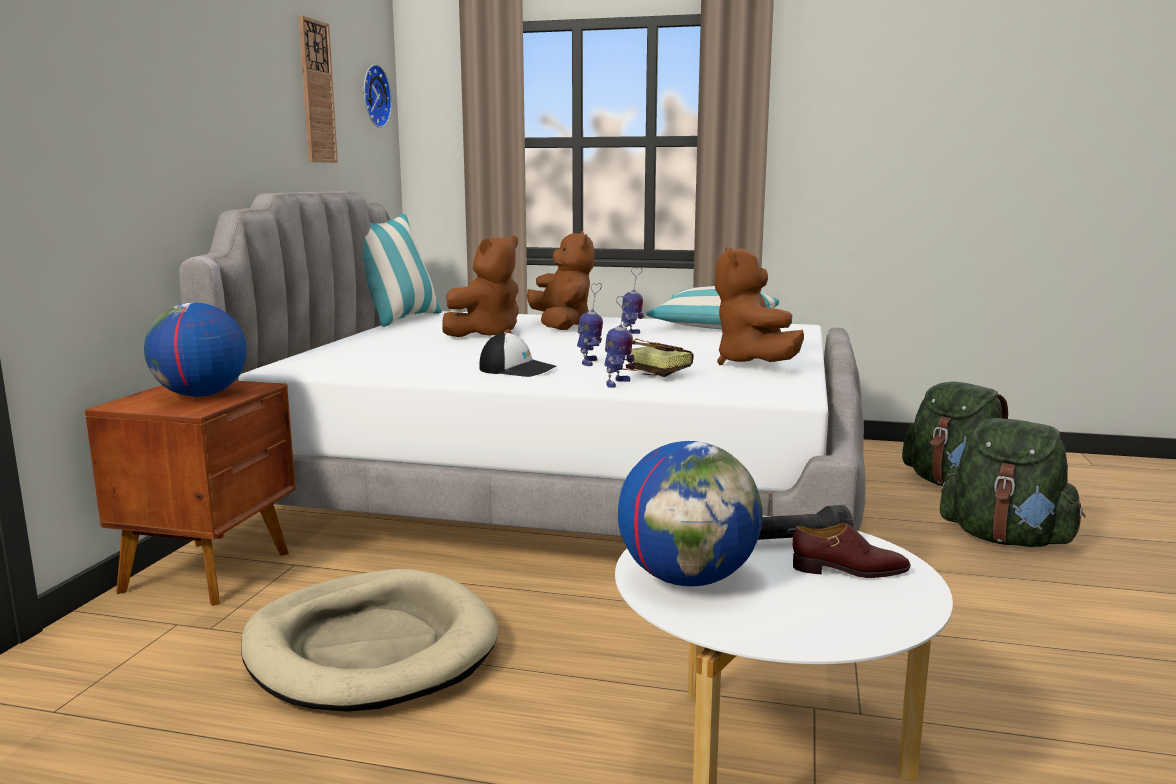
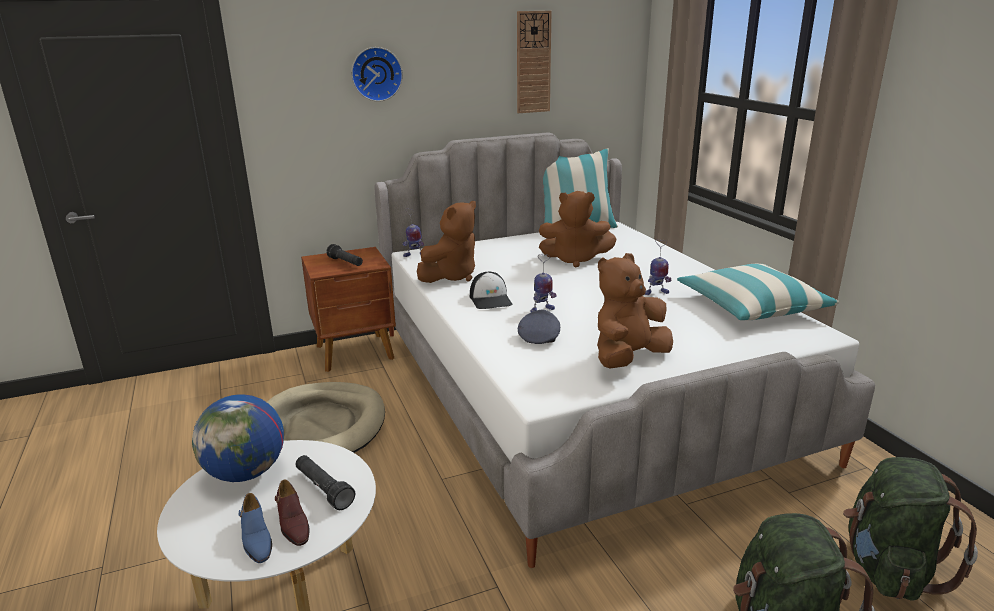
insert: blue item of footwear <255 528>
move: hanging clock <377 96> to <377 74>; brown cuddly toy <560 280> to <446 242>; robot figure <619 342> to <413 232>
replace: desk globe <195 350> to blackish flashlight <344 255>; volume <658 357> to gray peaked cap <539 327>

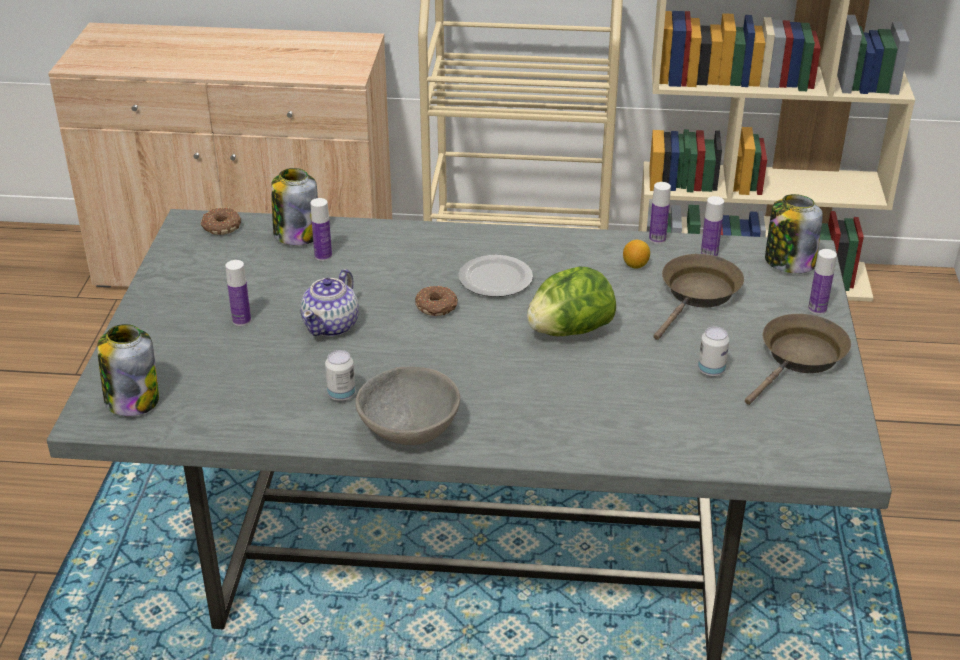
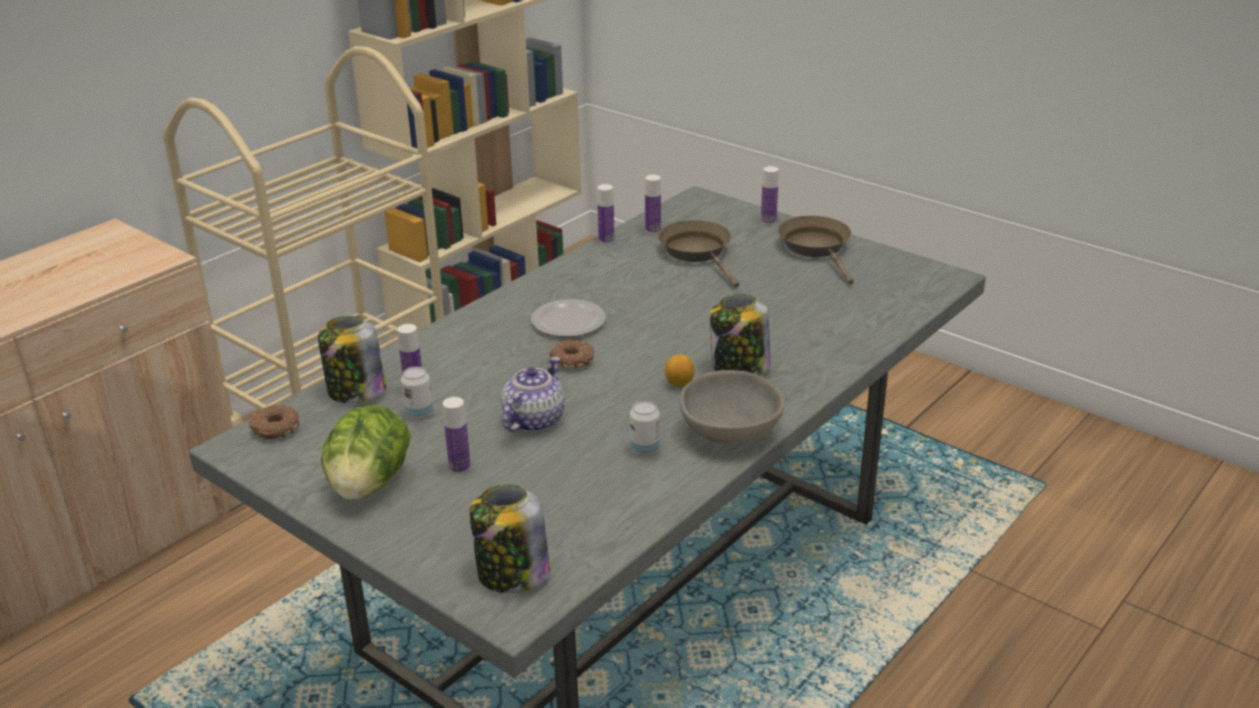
move: lettuce <571 301> to <366 452>; lemon <636 254> to <679 371>; sealed can <713 352> to <417 392>; jar <794 233> to <740 335>
rotate: pot for tea <329 303> = <533 394> 120 degrees counterclockwise

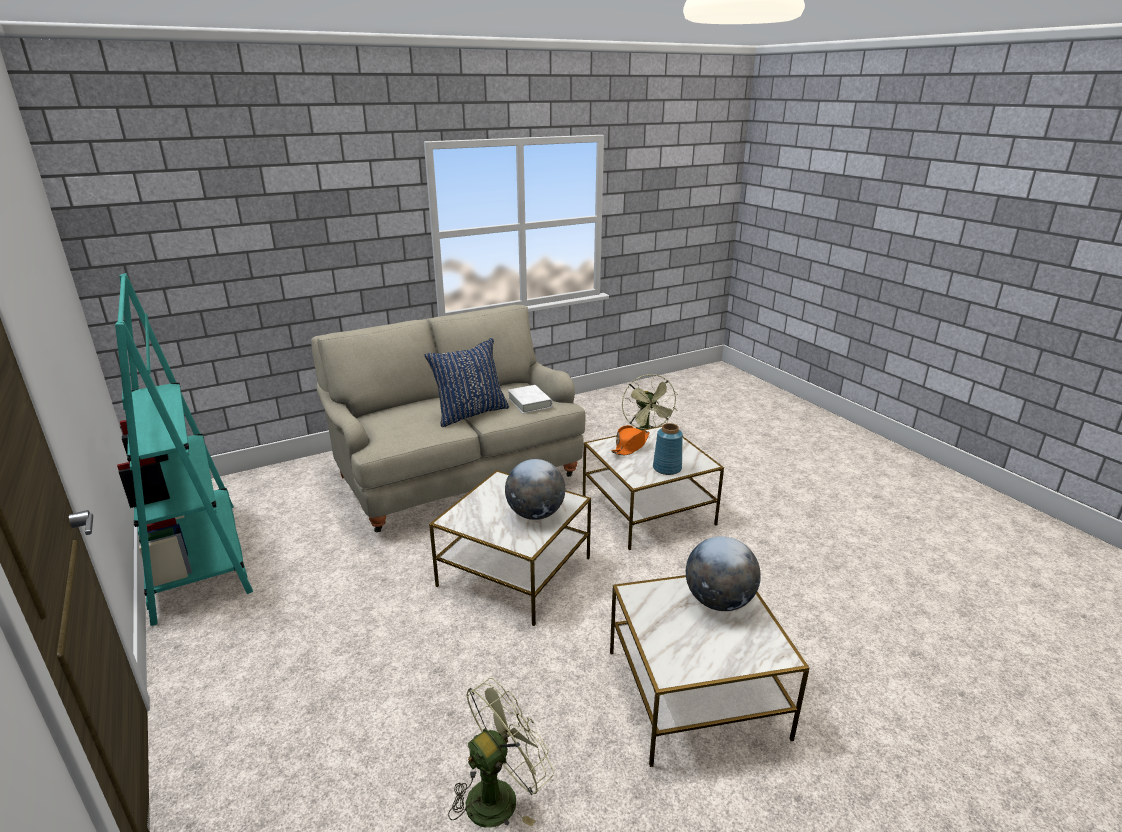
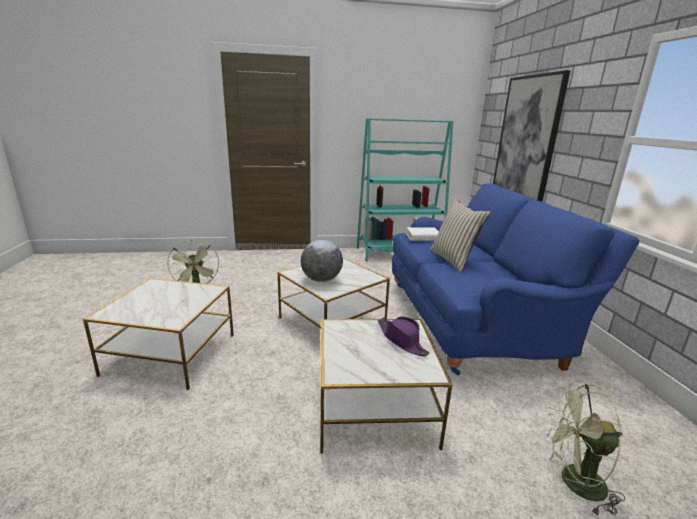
delete: blue decorative vase <668 449>; desk globe <723 573>
insert: picture <532 136>
move: whitish volume <530 399> to <422 234>
recolor: beige-coloured sofa <448 419> to blue sofa <516 279>; blue pillow <466 382> to beige-coloured pillow <460 235>; orangey hat <630 440> to purple-coloured hat <404 337>

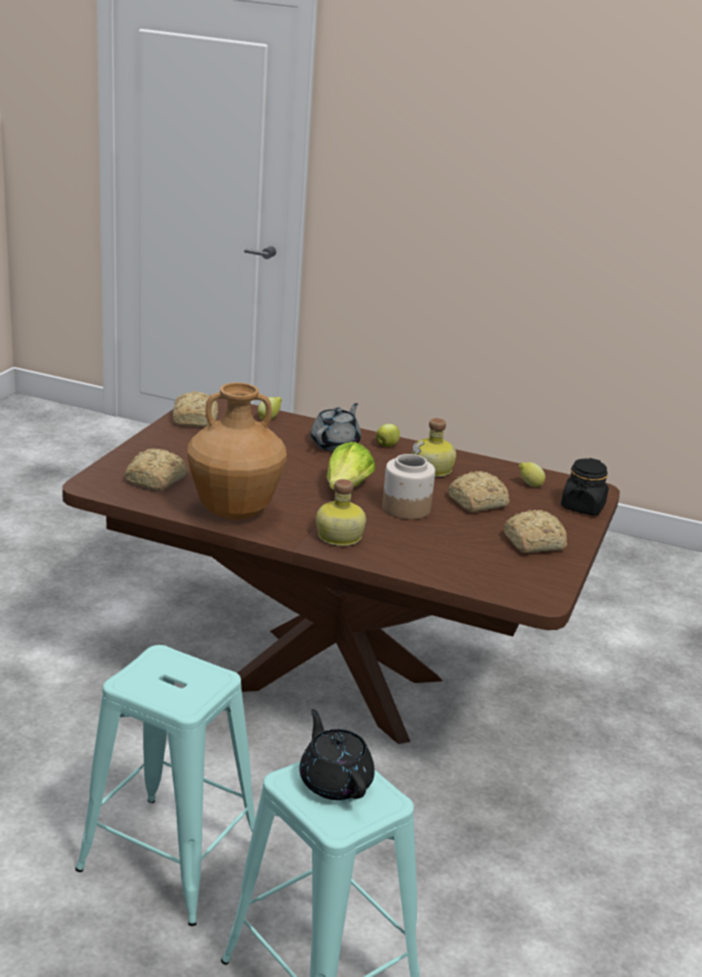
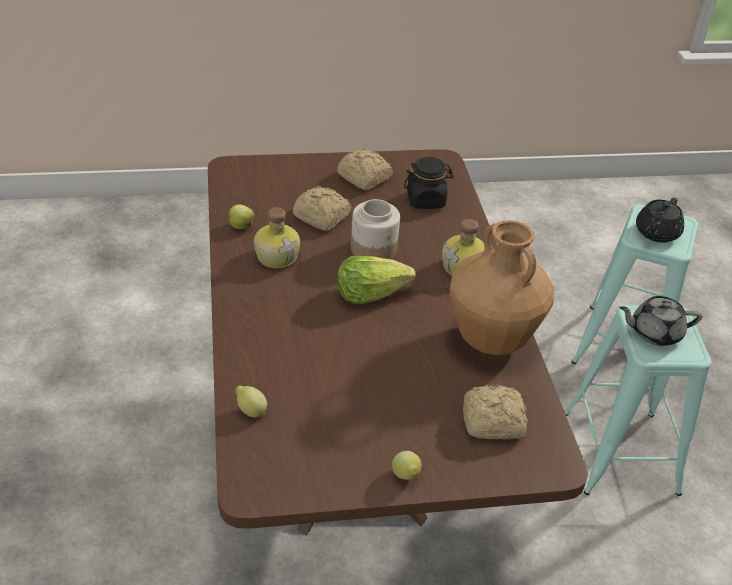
delete: baked bread <195 409>
move: gray pot for tea <335 427> to <660 321>; apple fruit <388 435> to <241 217>; lemon <532 474> to <406 465>; blackish jar <584 486> to <429 183>

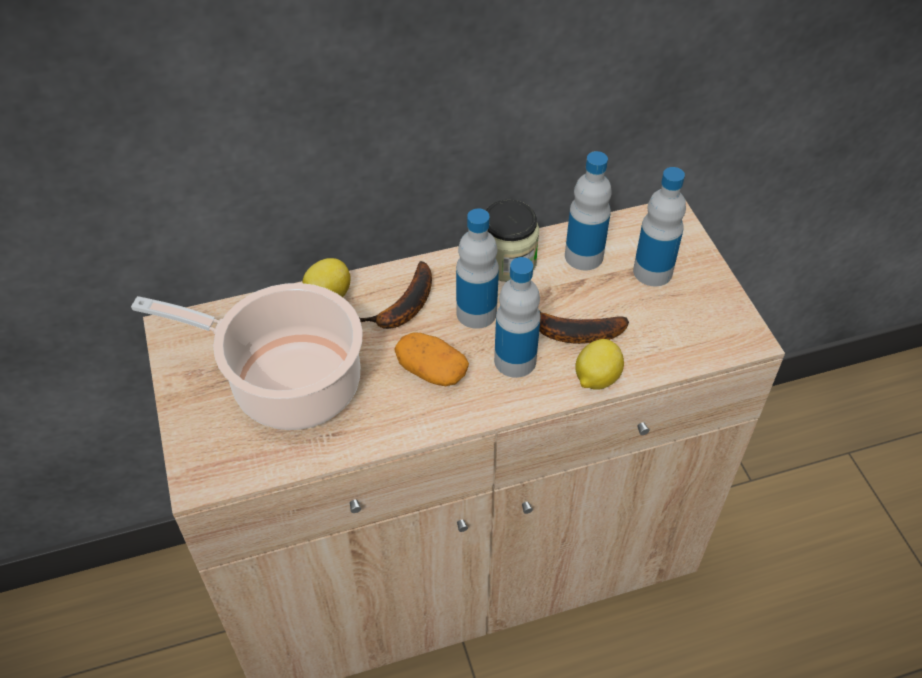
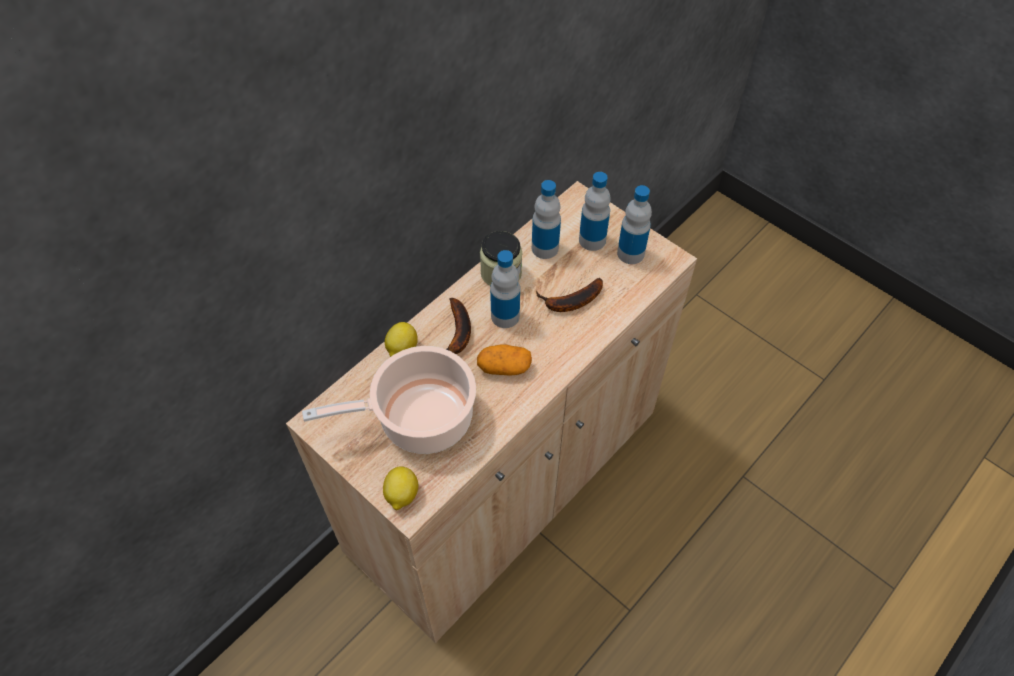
move: bottle <517 317> to <634 224>; lemon <599 364> to <401 488>

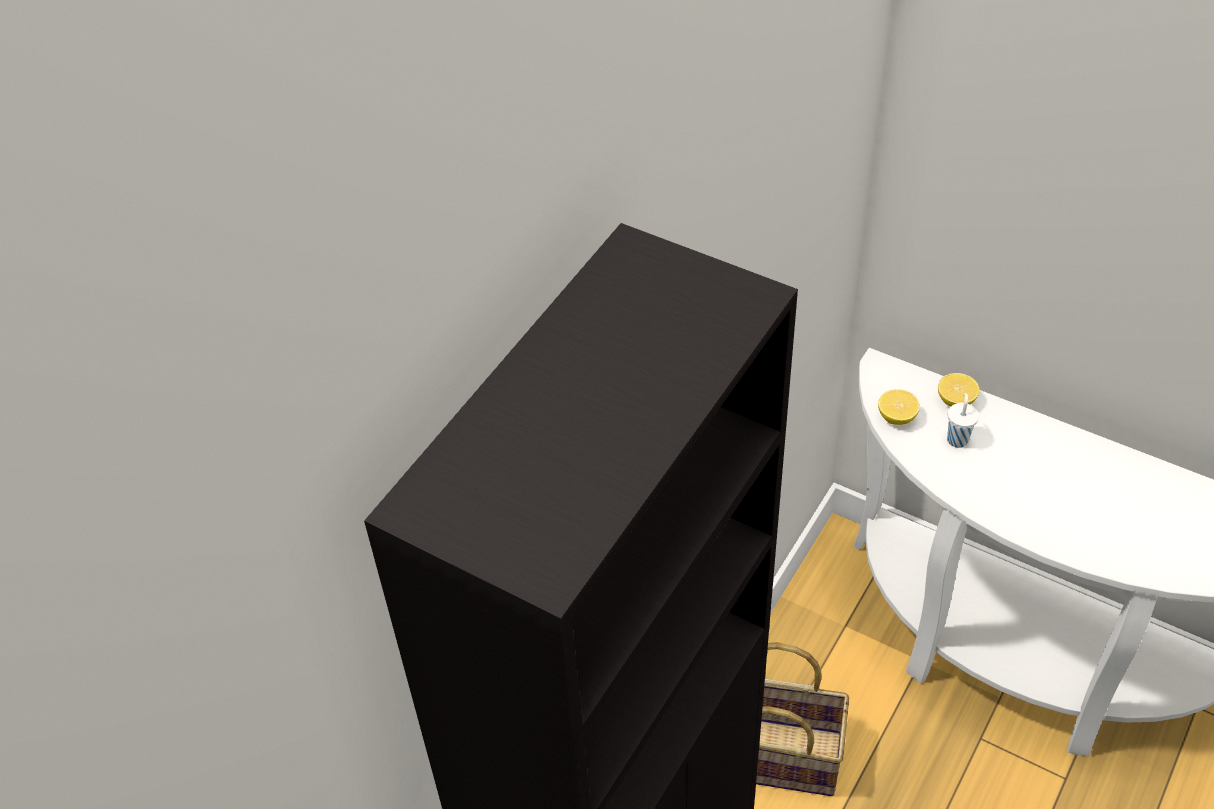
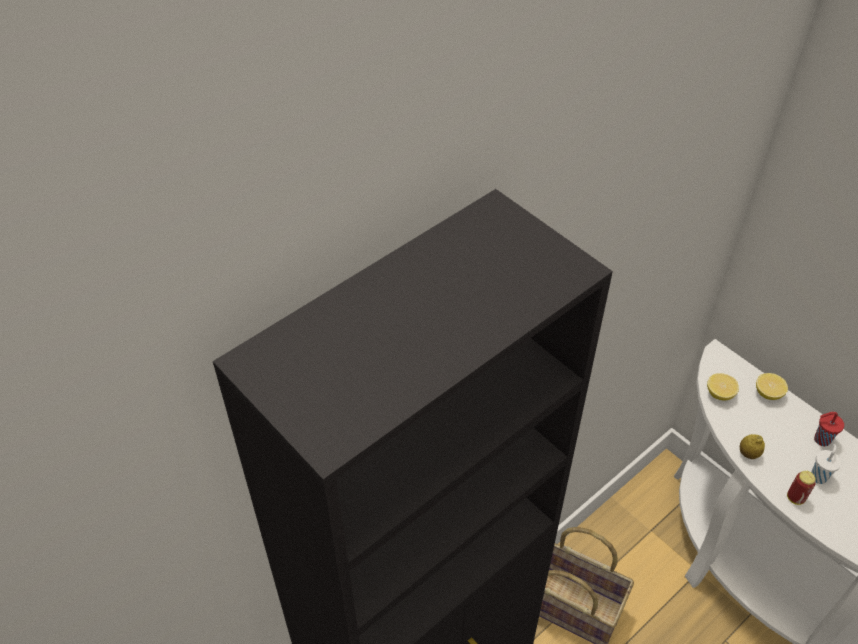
insert: lemon <752 446>; sealed can <801 488>; red small cup <829 429>
move: whitish small cup <963 420> to <826 464>

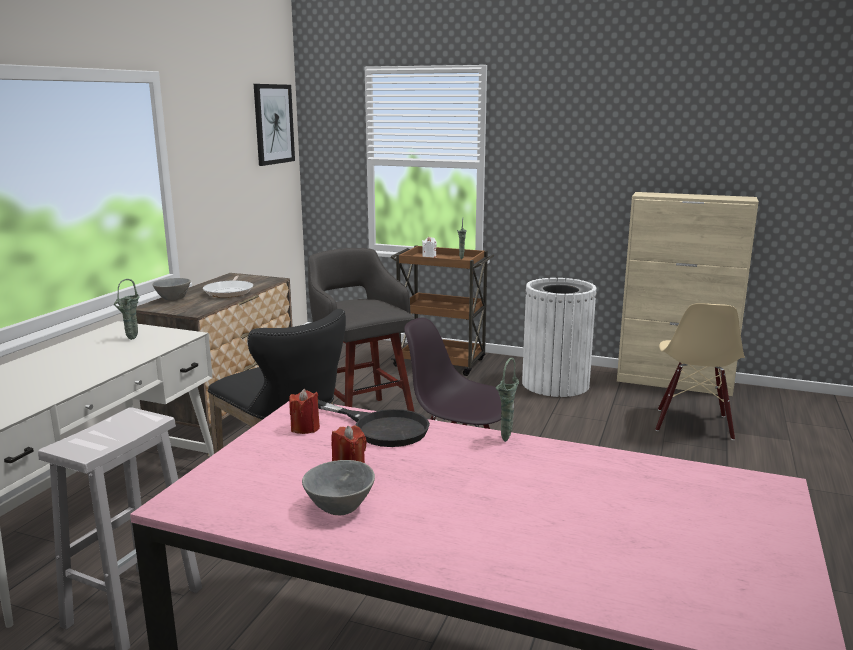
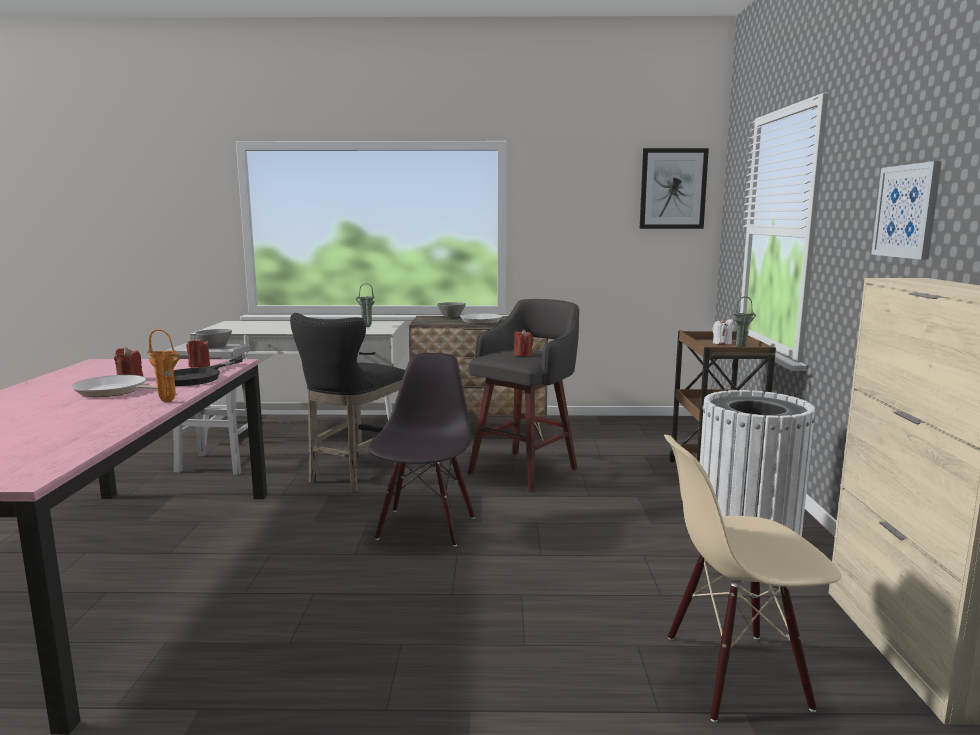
insert: skillet <114 386>; red wax light <523 342>; picture <906 210>
move: gray serving bowl <338 488> to <213 338>
recolor: green-coloured decorative vase <507 400> to orangey decorative vase <164 365>

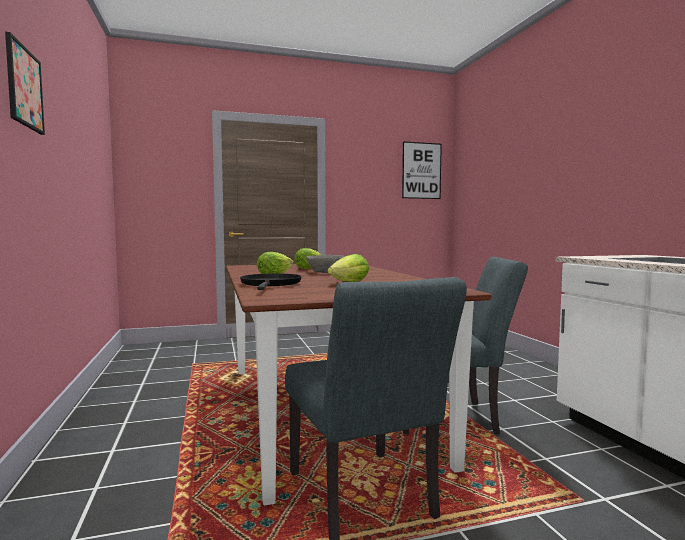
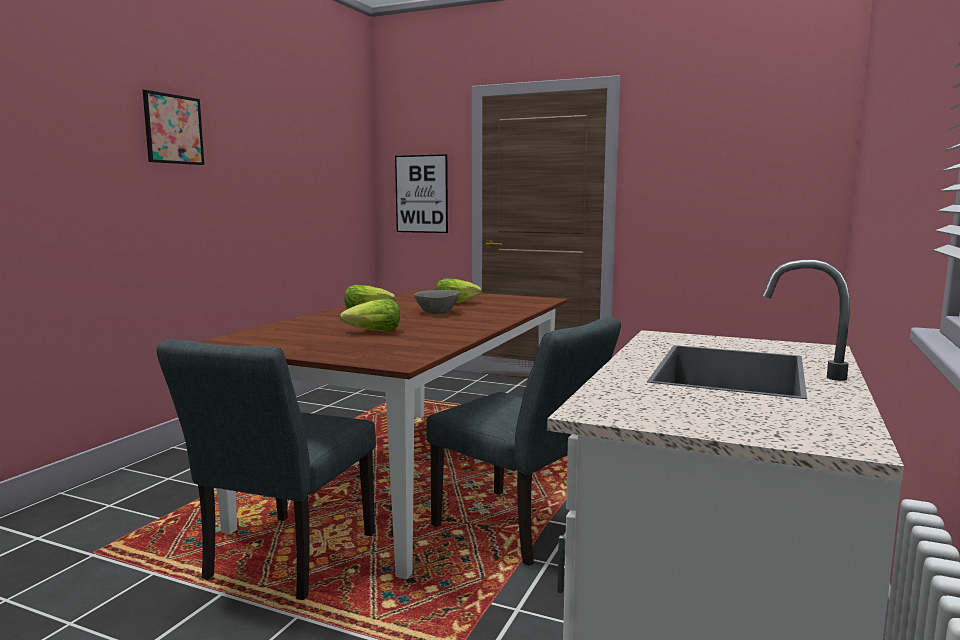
delete: blackish skillet <271 281>
move: picture <422 170> to <421 193>

